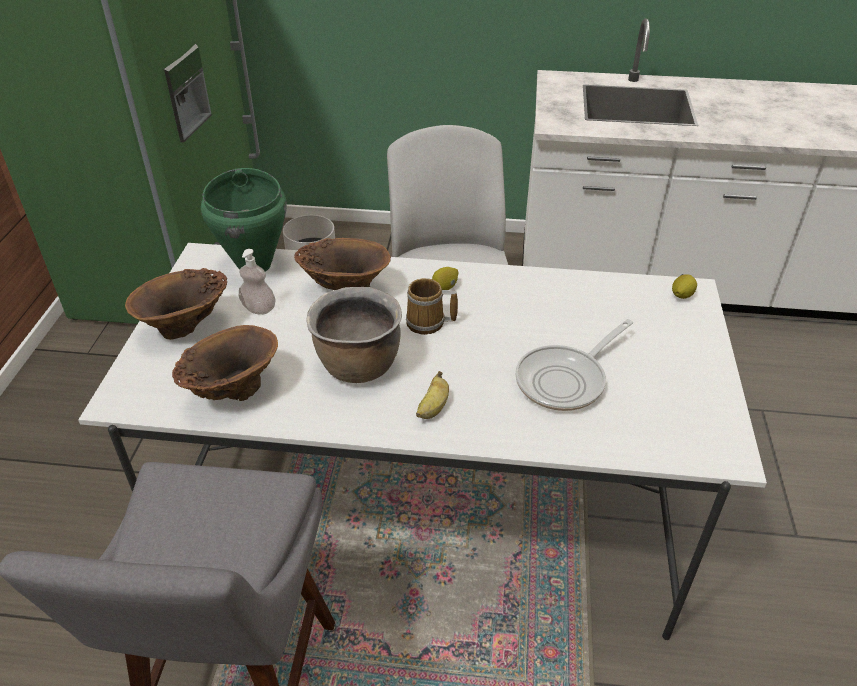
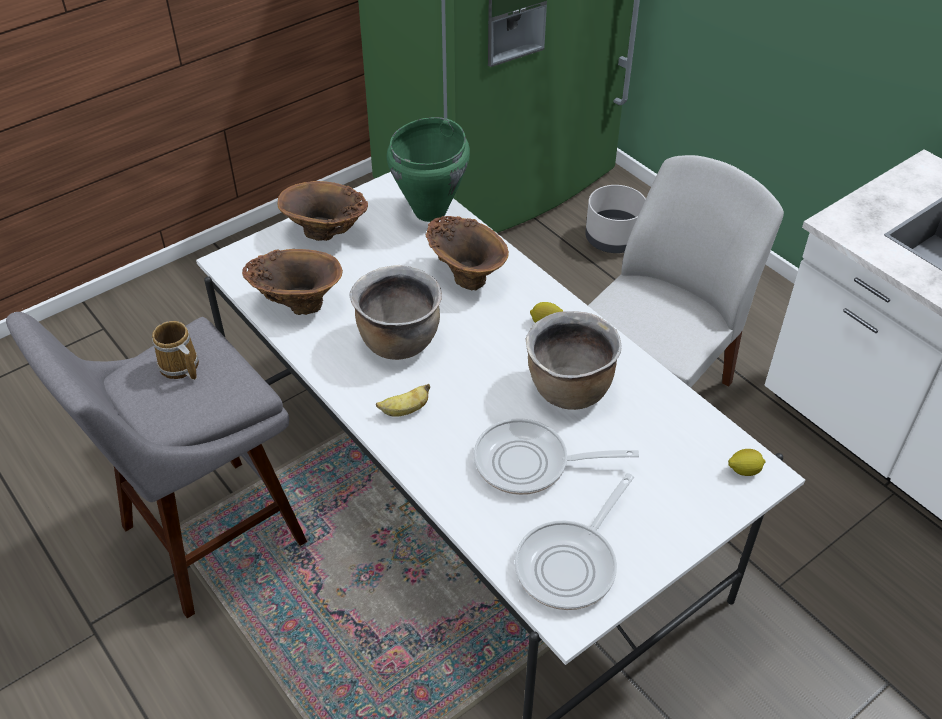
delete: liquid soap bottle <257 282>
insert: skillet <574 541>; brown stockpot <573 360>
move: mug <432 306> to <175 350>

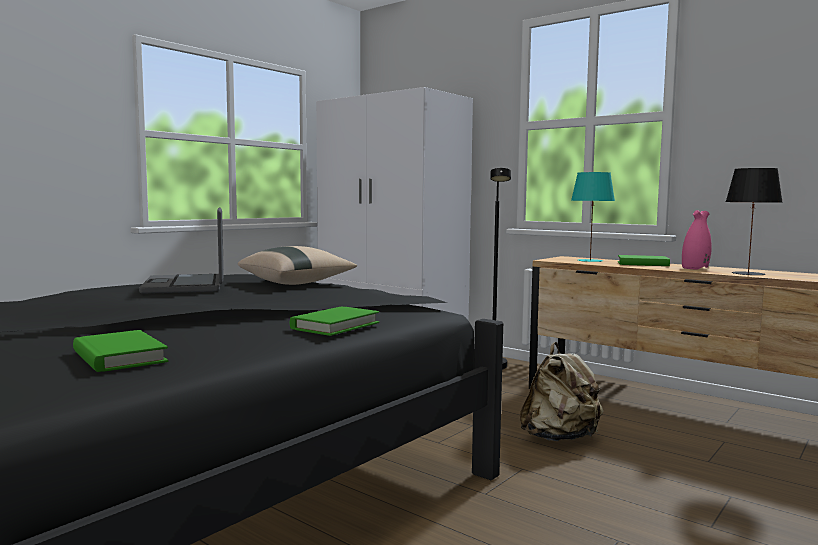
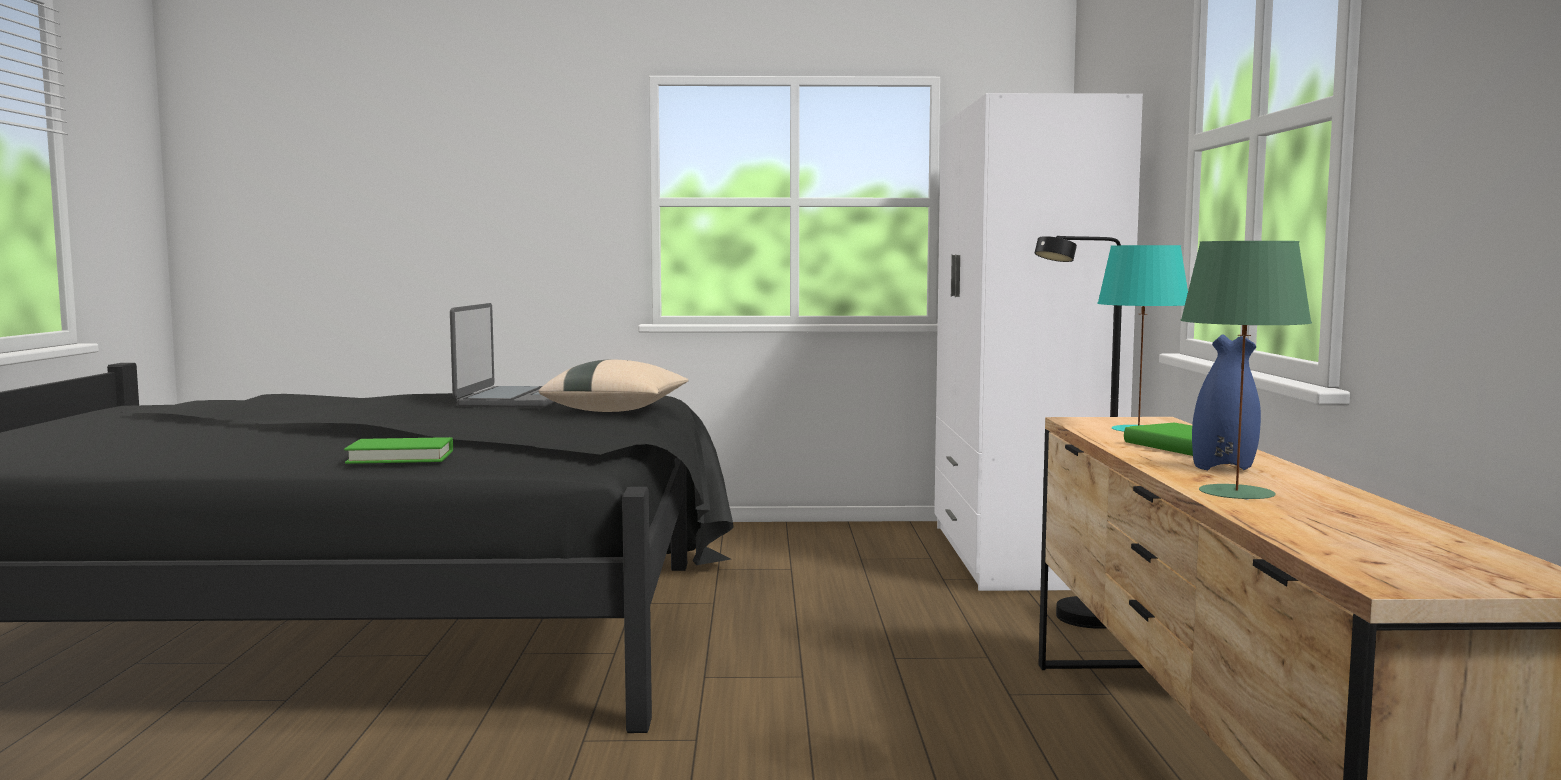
delete: green-coloured volume <120 351>; beige-coloured knapsack <561 391>
recolor: pink decorative vase <697 240> to blue decorative vase <1226 402>; blackish tabletop lamp <754 221> to green-coloured tabletop lamp <1246 370>
rotate: notebook computer <181 250> = <502 355> 150 degrees clockwise

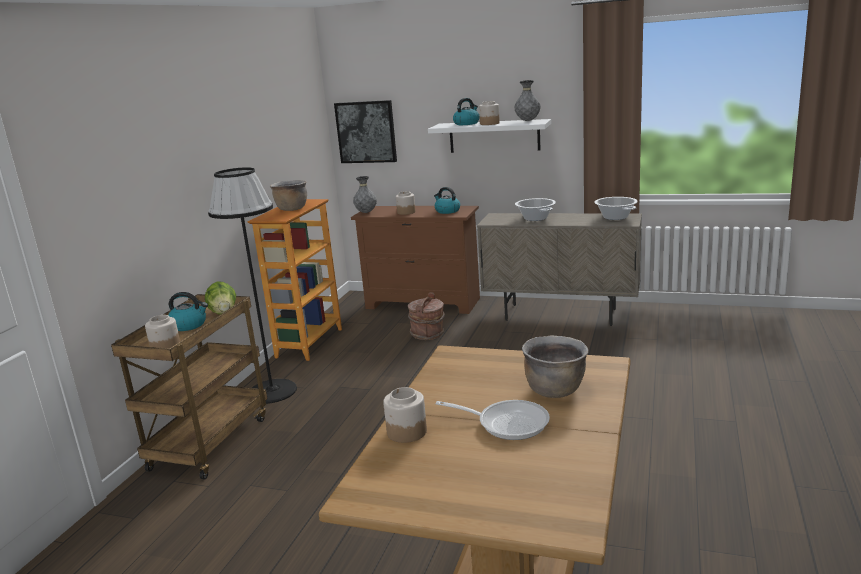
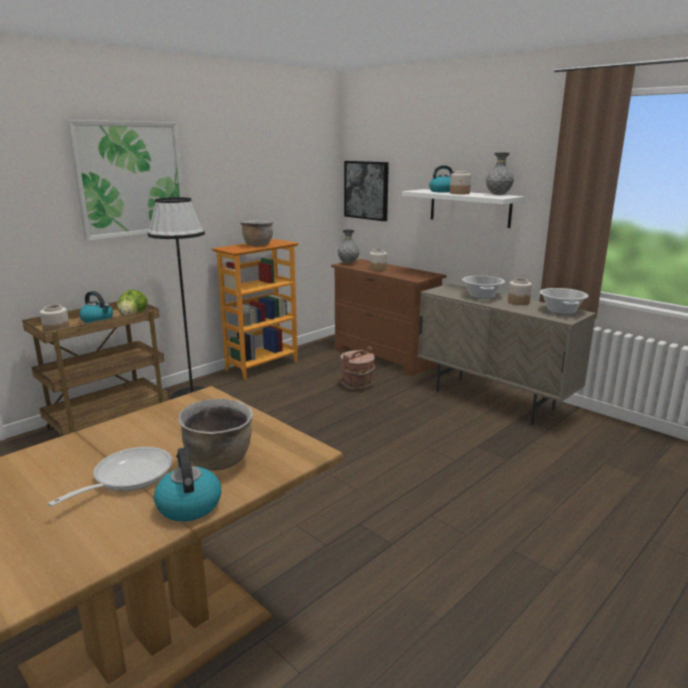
insert: picture <125 180>
move: jar <405 415> to <520 291>; water kettle <447 200> to <187 484>
rotate: skillet <492 420> = <110 476> 105 degrees counterclockwise

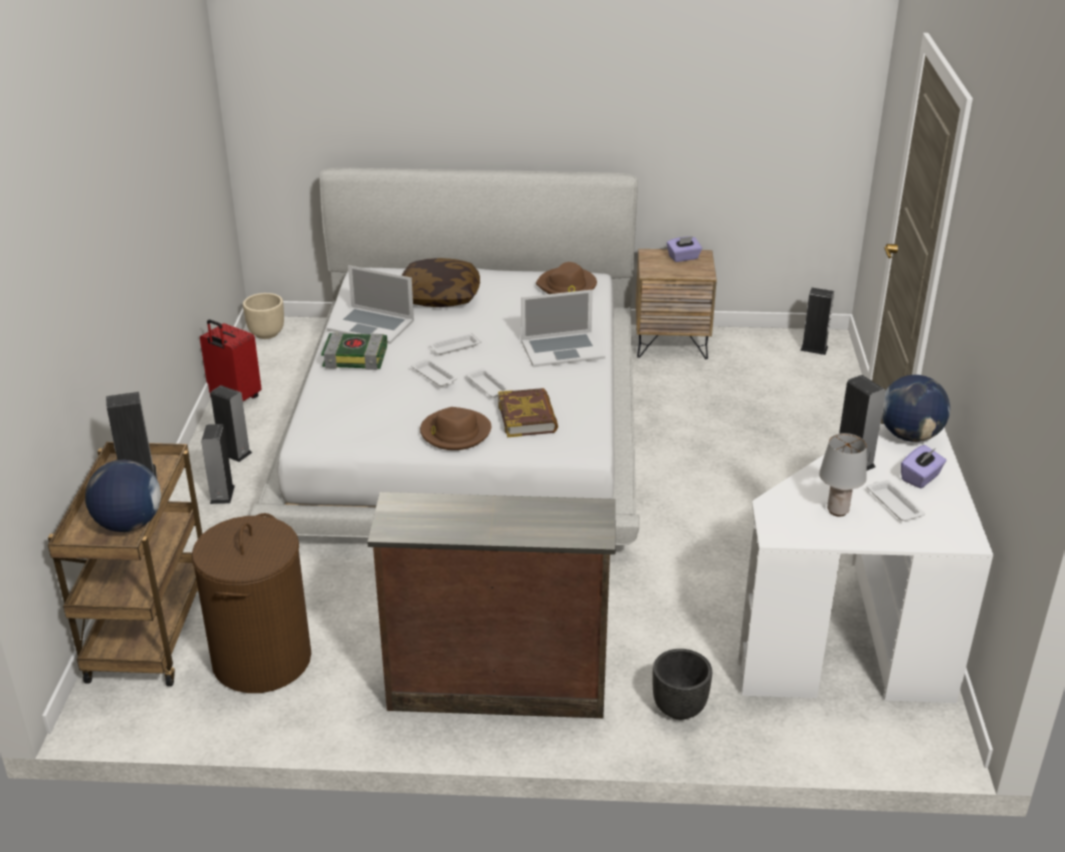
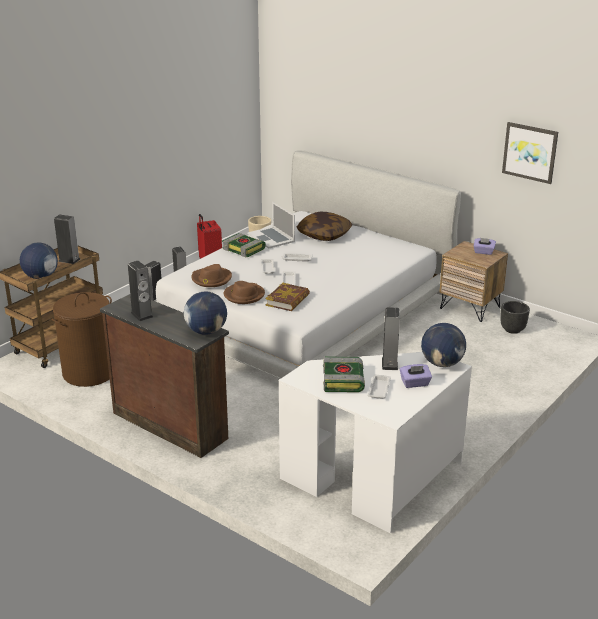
delete: notebook computer <563 328>
insert: desk globe <205 313>; picture <530 153>
move: brown hat <566 278> to <212 275>; blackish planter <682 684> to <515 317>; audio speaker <817 321> to <140 291>
replace: gray tabletop lamp <843 475> to volume <344 374>

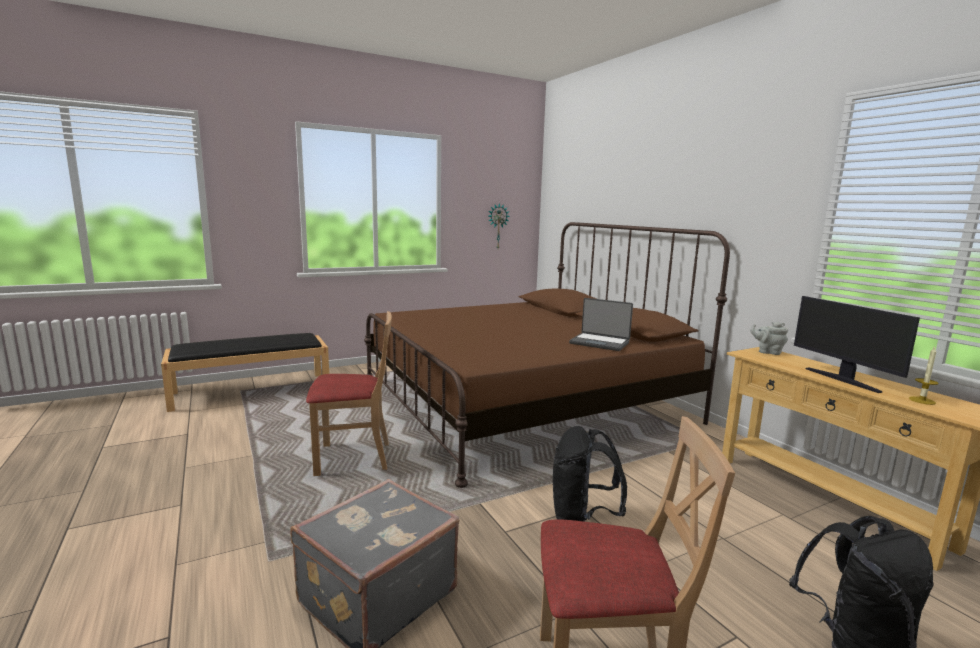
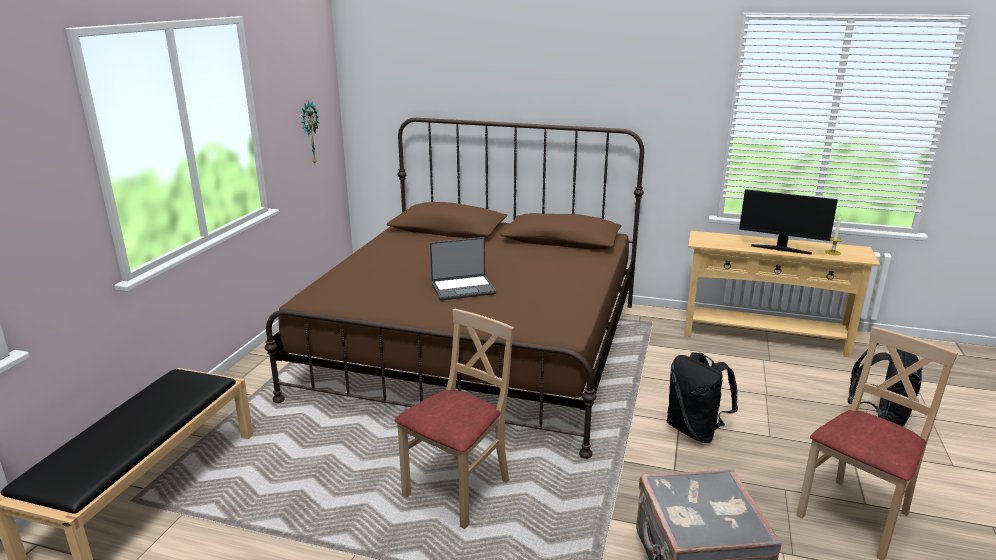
delete: gray pot for tea <769 338>
move: notebook computer <601 324> to <463 269>

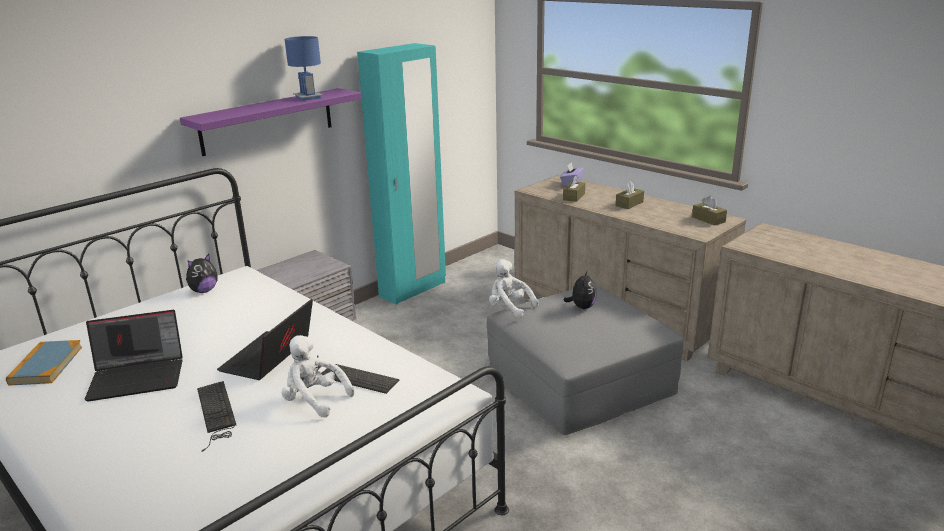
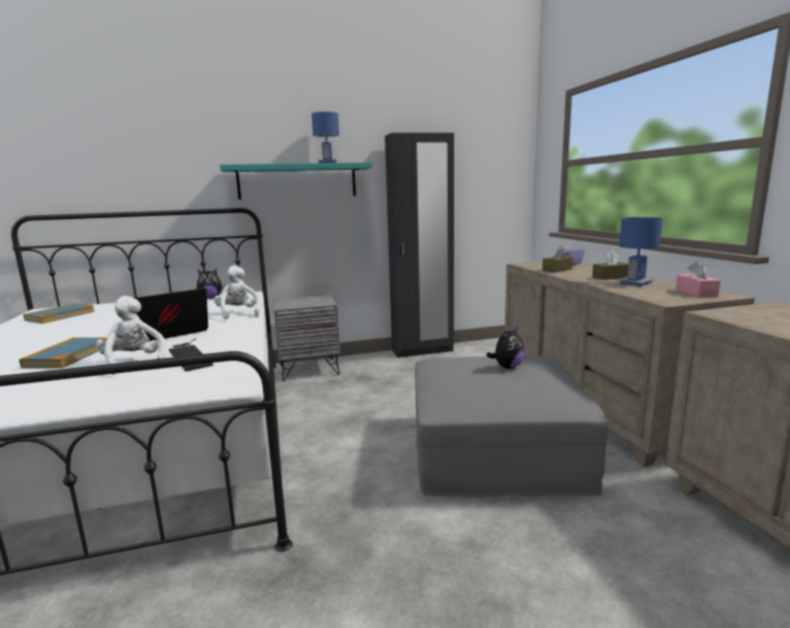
delete: notebook computer <134 356>
insert: blue tabletop lamp <640 251>
move: whitish cuddly toy <514 288> to <237 292>
replace: computer keyboard <216 416> to volume <63 352>
recolor: purple-coloured wall shelf <271 122> to turquoise-coloured wall shelf <296 181>; turquoise-coloured wardrobe <401 174> to blackish wardrobe <419 245>; brown tissue holder <709 211> to pink tissue holder <698 279>

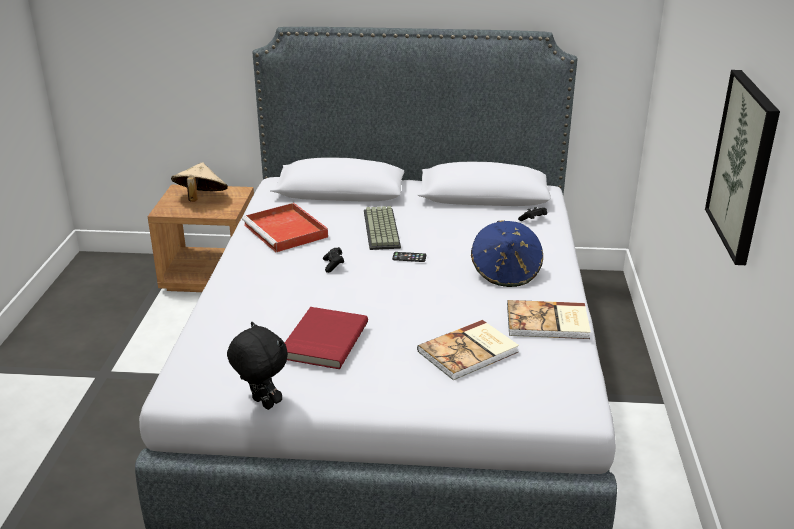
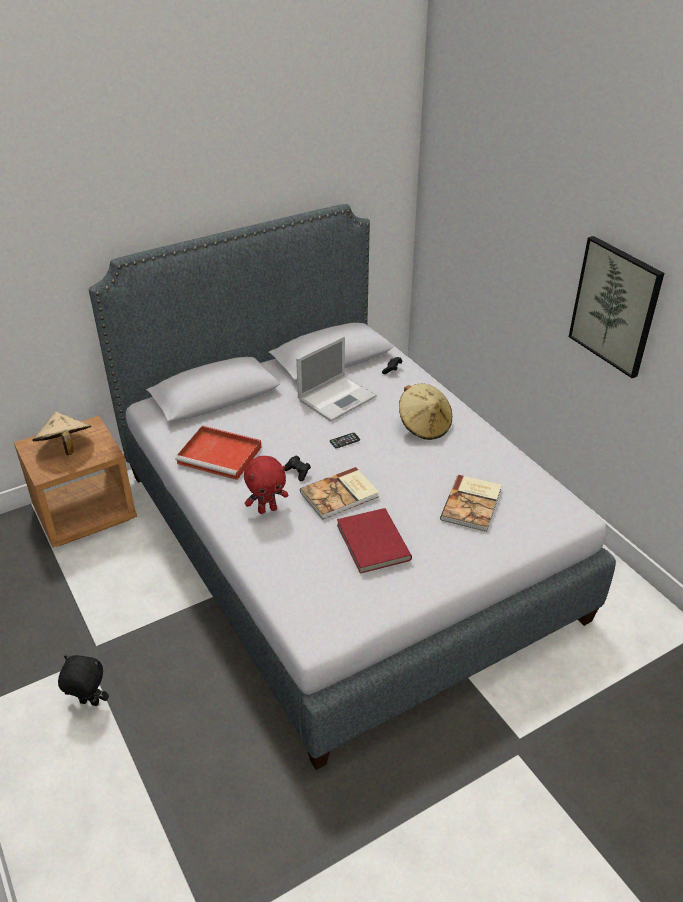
delete: computer keyboard <382 228>
insert: red cuddly toy <266 485>; notebook computer <336 379>
move: blackish cuddly toy <257 366> to <83 680>; volume <549 319> to <339 493>
recolor: blue hat <507 253> to beige-coloured hat <425 411>

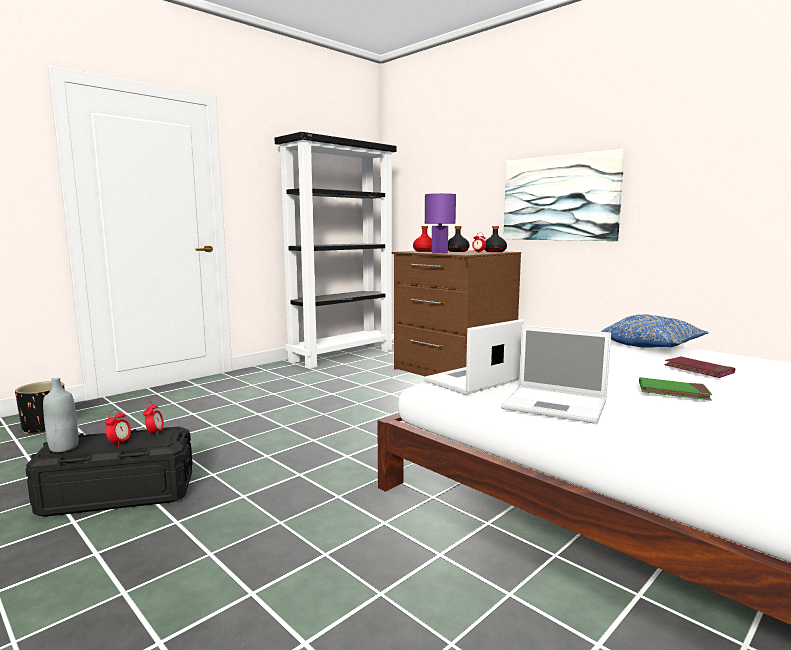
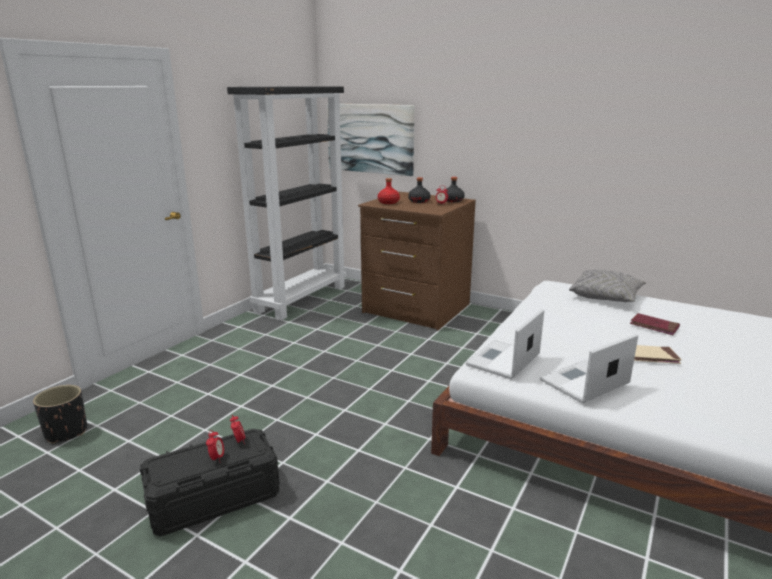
delete: gray bottle <60 415>; purple-coloured tabletop lamp <440 223>
move: picture <564 195> to <370 139>
recolor: blue pillow <655 331> to gray pillow <607 286>; green-coloured volume <675 389> to beige-coloured volume <658 354>
rotate: notebook computer <556 374> = <589 369> 135 degrees clockwise

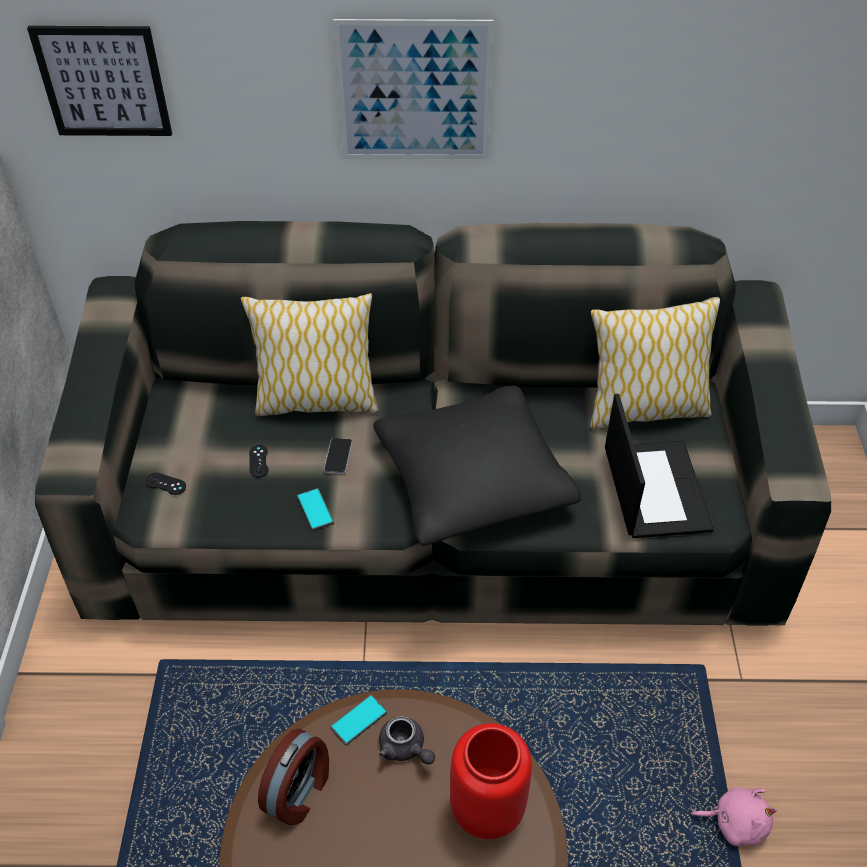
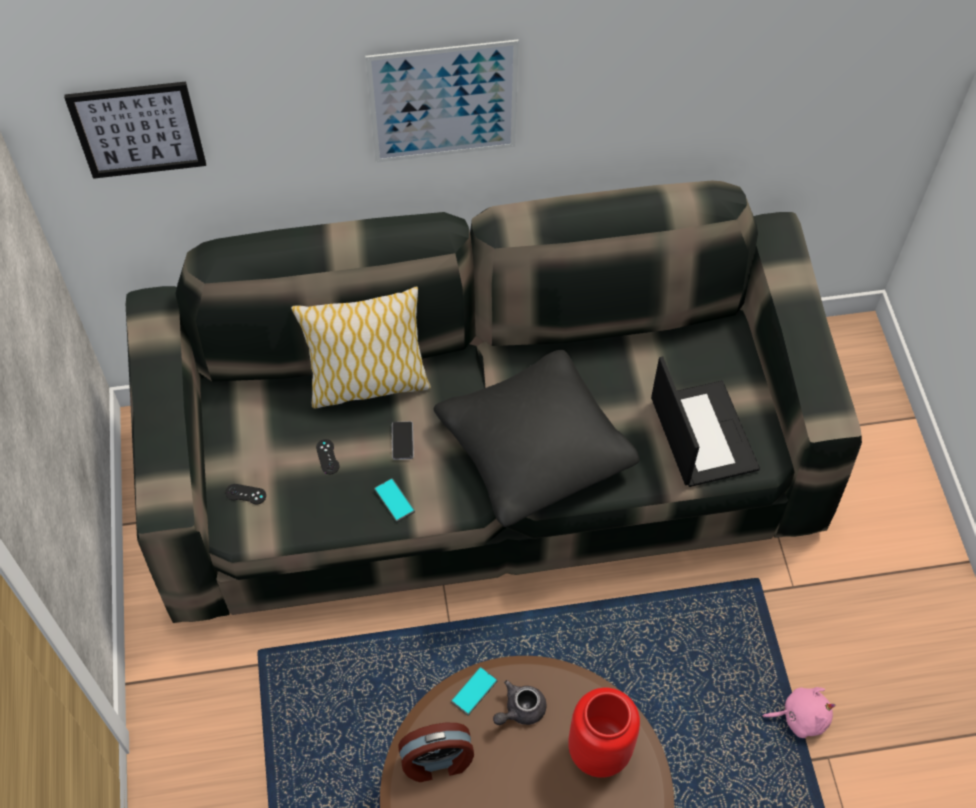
delete: pillow <655 363>
rotate: table clock <293 777> = <436 752> 60 degrees clockwise; gray pot for tea <407 740> = <519 702> 105 degrees clockwise

